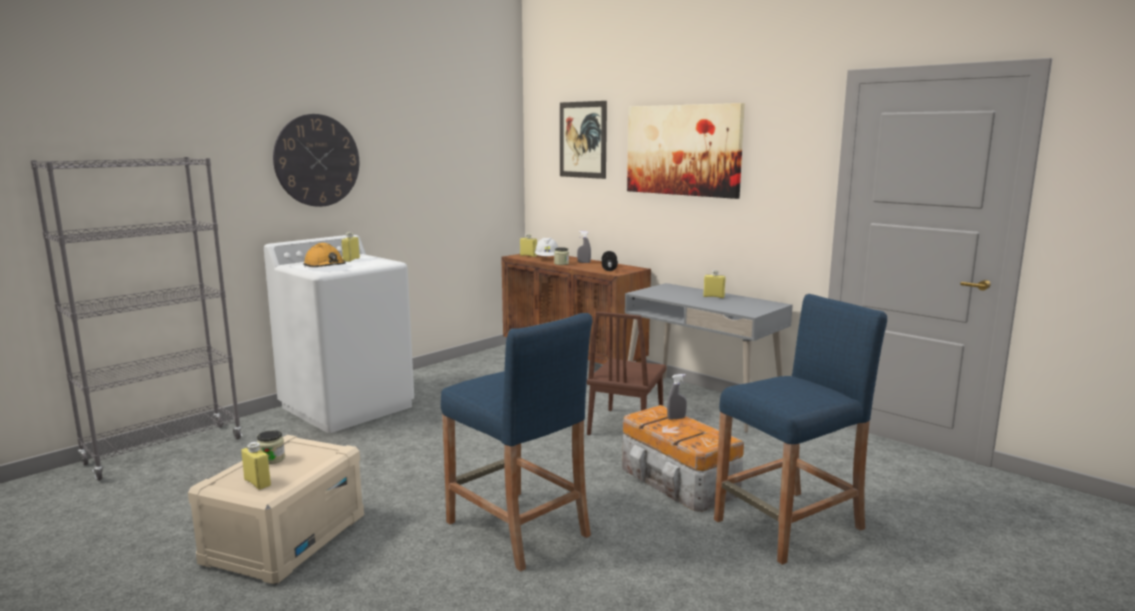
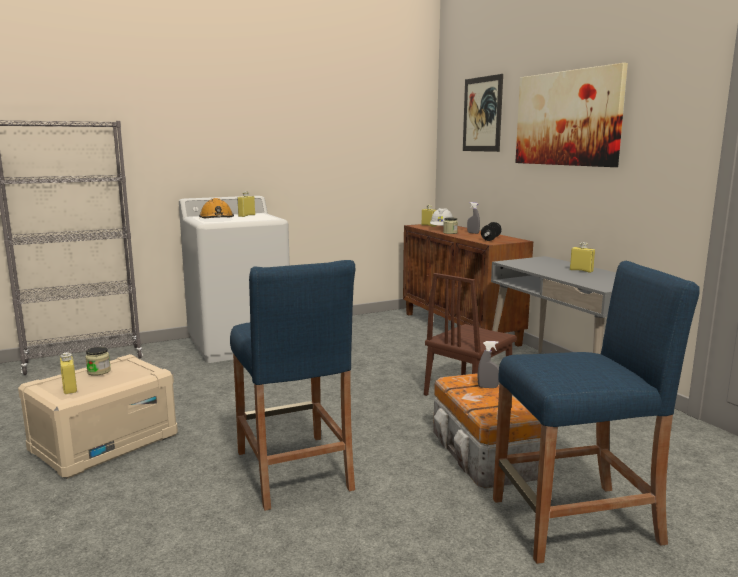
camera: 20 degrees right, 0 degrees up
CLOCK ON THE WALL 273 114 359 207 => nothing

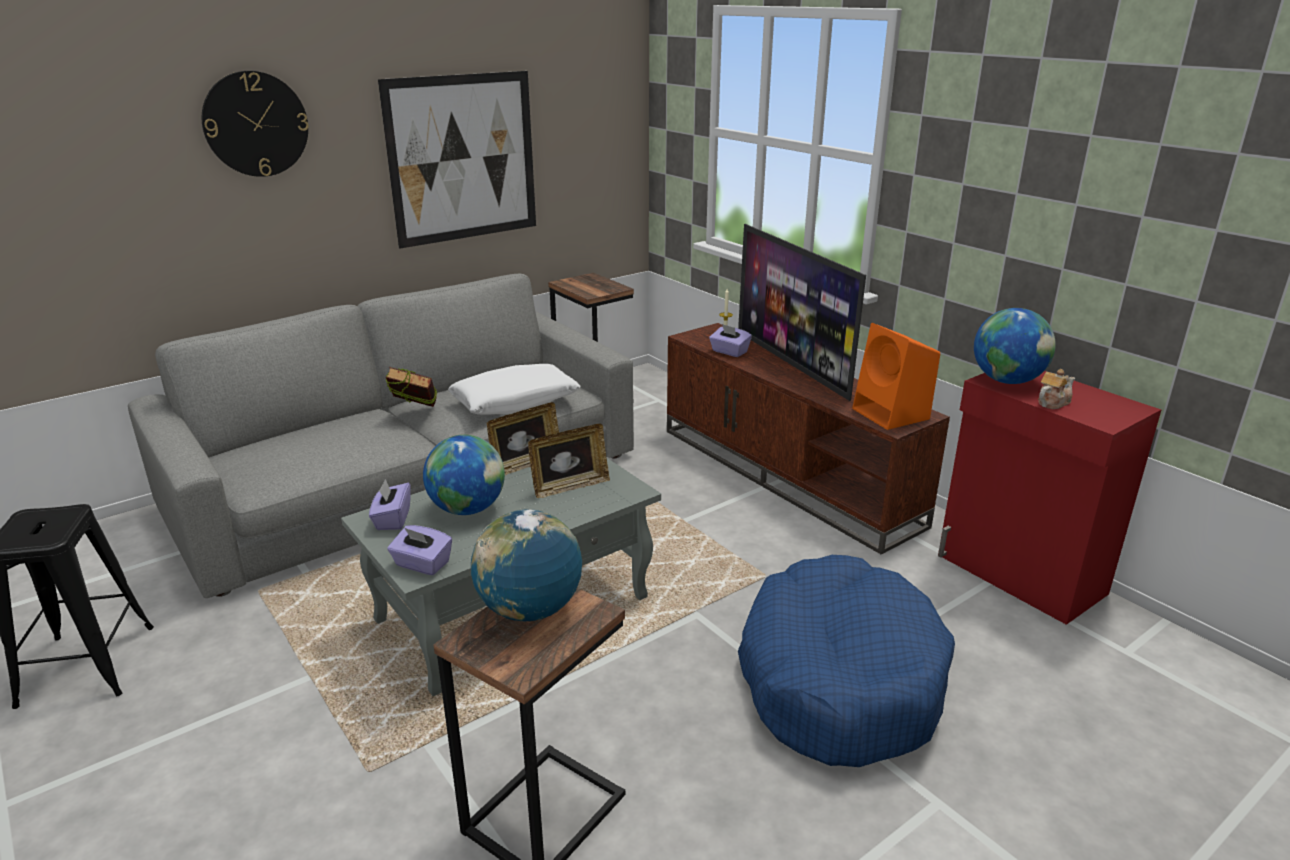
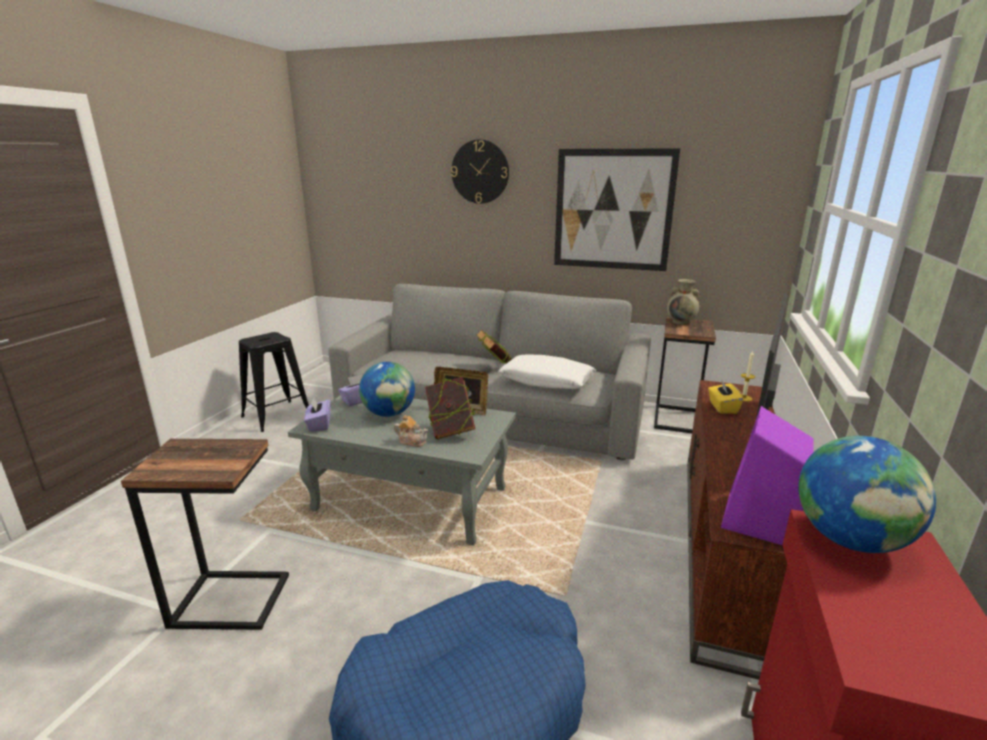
camera: 55 degrees right, 5 degrees down
WORLD GLOBE 471 510 582 621 => nothing
STANDING FRAME 528 424 610 498 => BOOK 425 377 475 439
PURPLISH TISSUE HOLDER 709 324 752 357 => YELLOWISH TISSUE HOLDER 708 379 743 414
ORANGE LOUDSPEAKER 852 323 940 430 => PURPLISH LOUDSPEAKER 721 406 814 545
POT FOR TEA 1038 369 1075 409 => POT FOR TEA 394 415 428 447, shifted
nothing => SAND-COLOURED FLOWER VASE 667 279 699 325

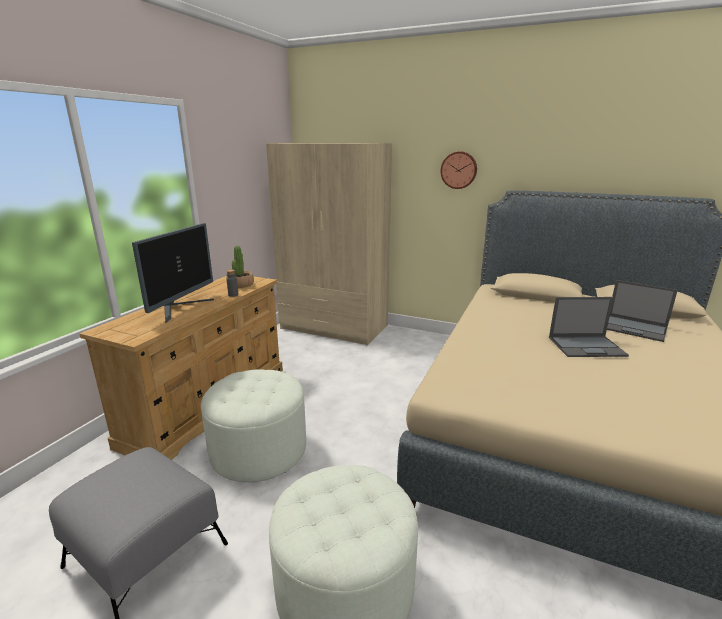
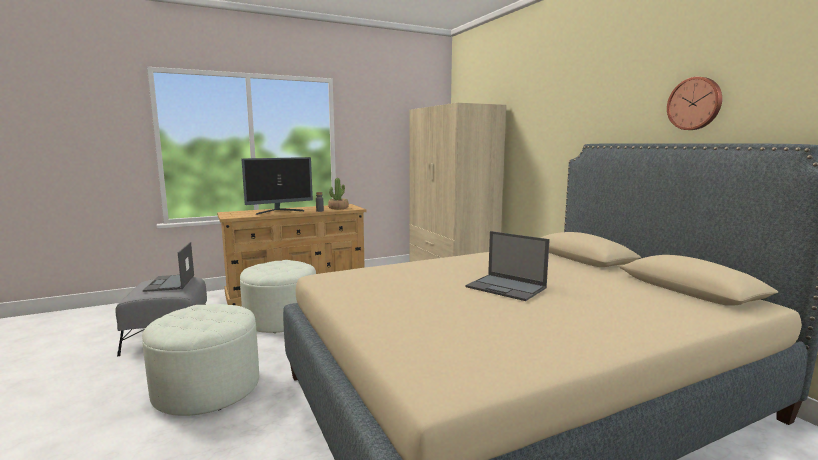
camera: 40 degrees right, 10 degrees down
CLOCK ON THE WALL 441 151 477 189 => CLOCK ON THE WALL 667 77 722 130, shifted
NOTEBOOK COMPUTER 607 280 678 342 => NOTEBOOK COMPUTER 143 242 194 292, shifted

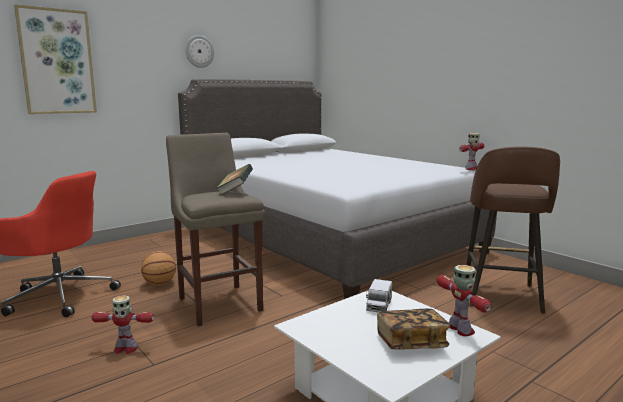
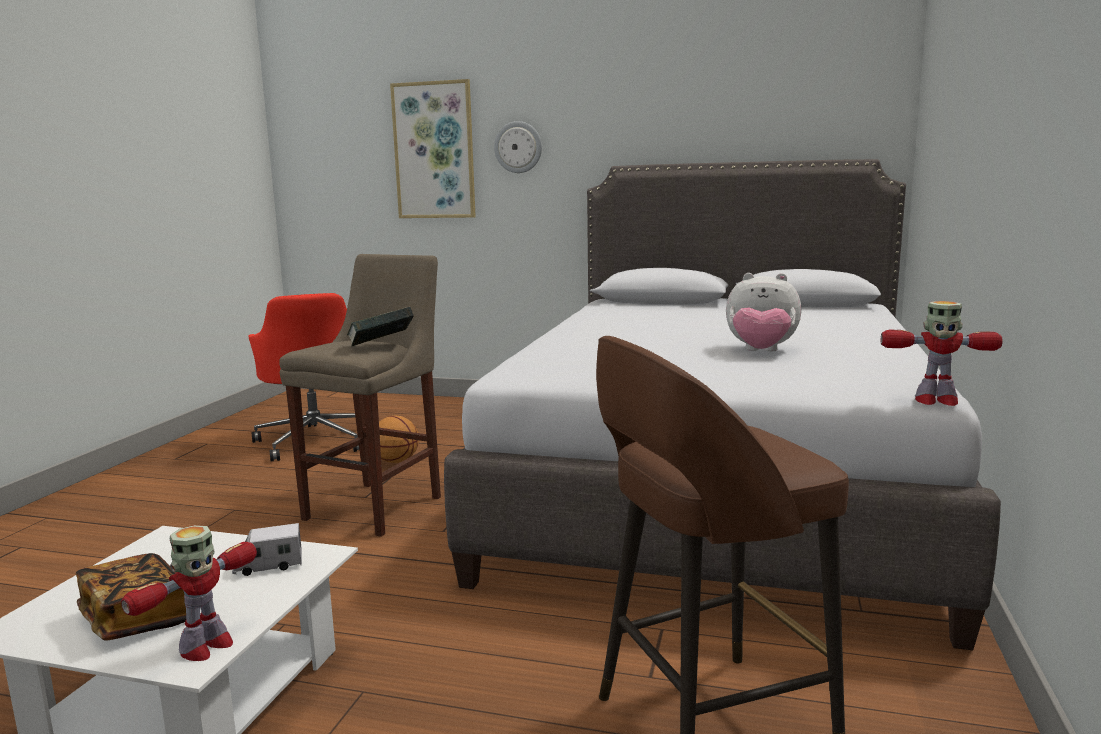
camera: 55 degrees right, 0 degrees up
MODEL ROBOT 92 295 154 354 => nothing
CLOCK ON THE WALL 185 35 214 68 => CLOCK ON THE WALL 494 121 542 173, shifted
nothing => PLUSH TOY 726 273 801 351

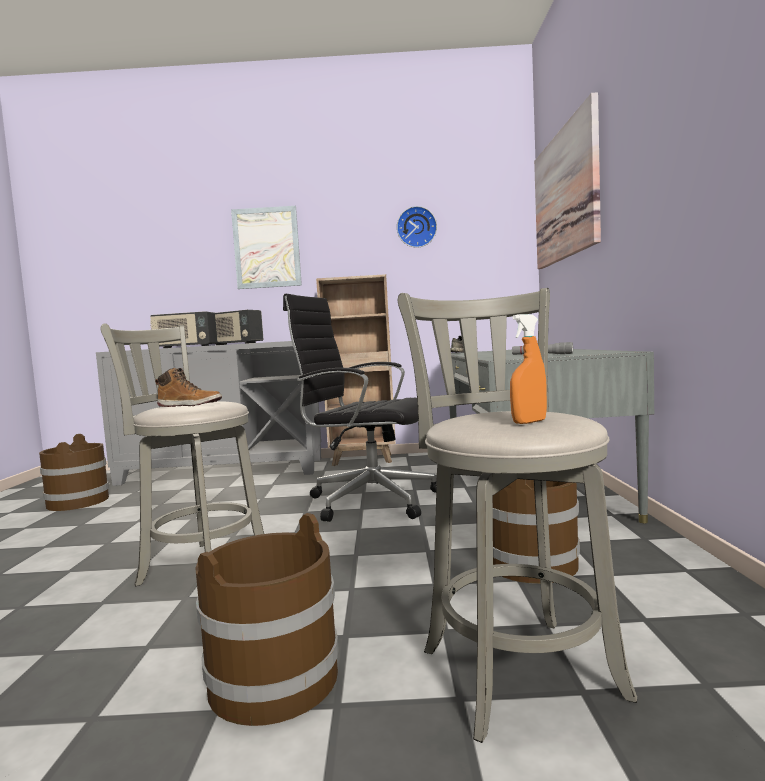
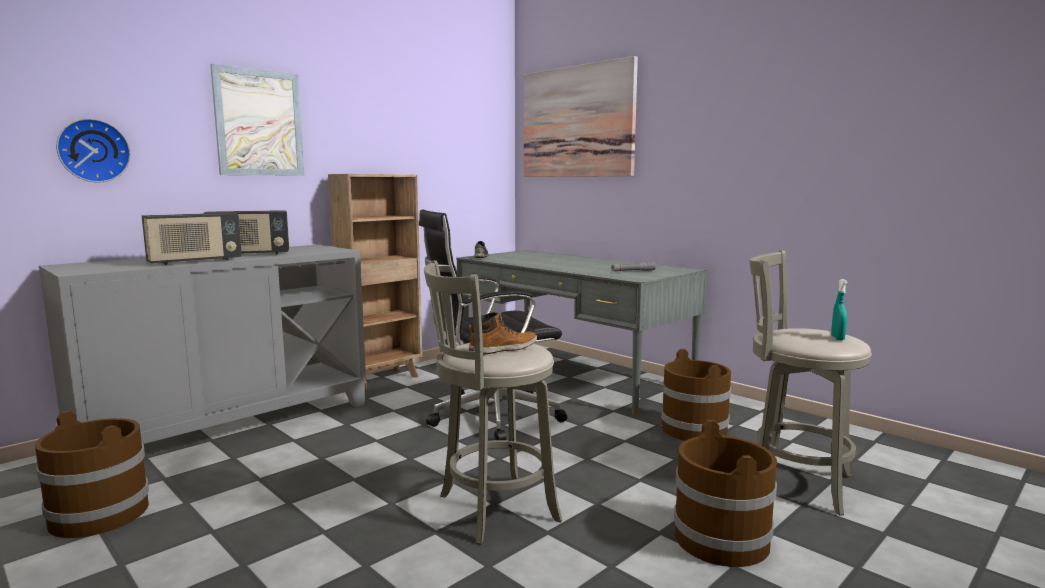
camera: 45 degrees left, 5 degrees up
CLOCK ON THE WALL 397 206 437 248 => CLOCK ON THE WALL 56 118 131 183, shifted
ORANGE SPRAY BOTTLE 510 314 547 424 => TURQUOISE-COLOURED SPRAY BOTTLE 831 279 848 340

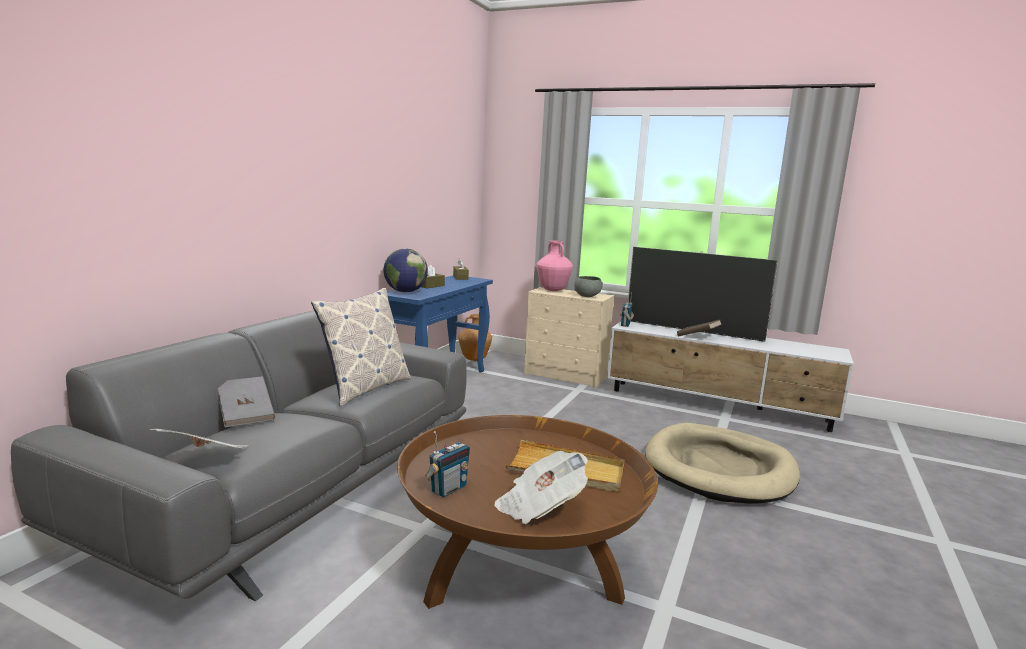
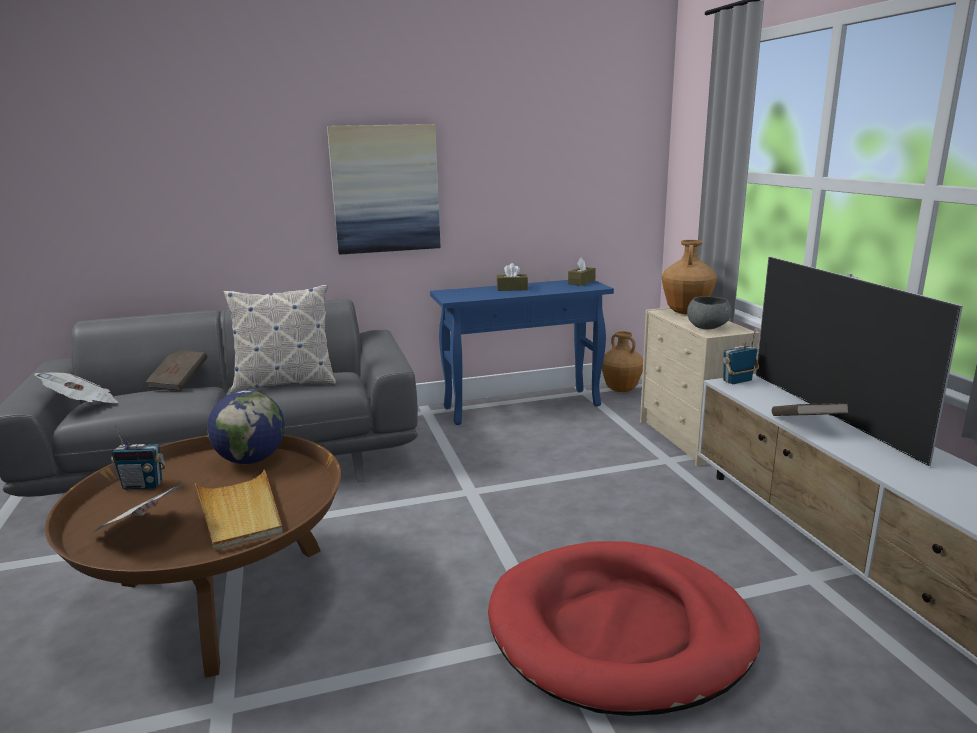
camera: 50 degrees right, 5 degrees up
GRAY BOOK 218 376 275 428 => BROWNISH BOOK 145 350 207 391
WORLD GLOBE 383 248 428 293 => WORLD GLOBE 207 390 285 464, shifted
PINK-COLOURED FLOWER VASE 536 241 573 291 => BROWNISH FLOWER VASE 662 240 717 314
SAND-COLOURED DOG CUSHION 645 423 800 503 => RED-COLOURED DOG CUSHION 488 541 760 716
nothing => WALL ART 327 124 441 255

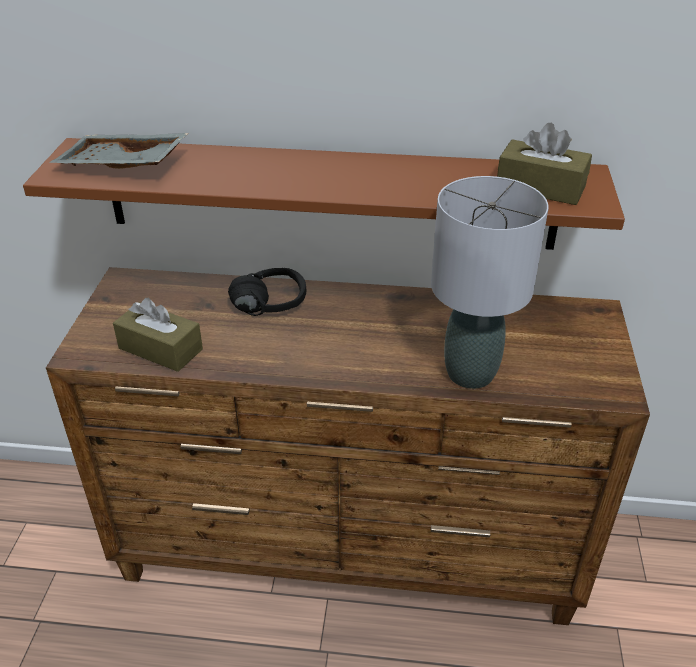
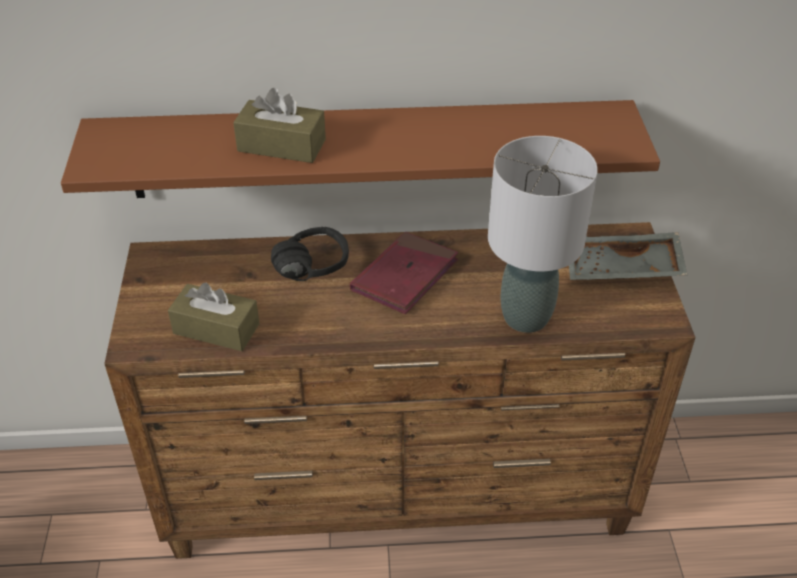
camera: 10 degrees left, 5 degrees up
GRAY SERVING TRAY 49 133 188 169 => GRAY SERVING TRAY 569 232 687 280, shifted
BROWNISH TISSUE HOLDER 497 123 592 205 => BROWNISH TISSUE HOLDER 233 88 326 163, shifted
nothing => RED-COLOURED BOOK 350 232 458 314

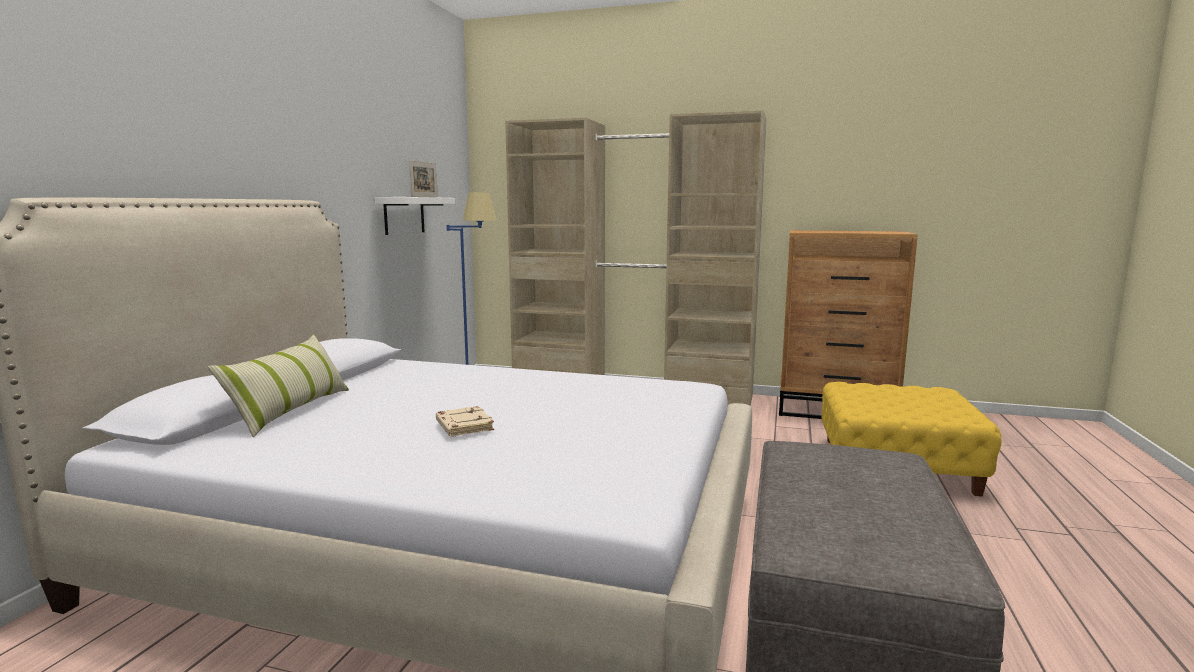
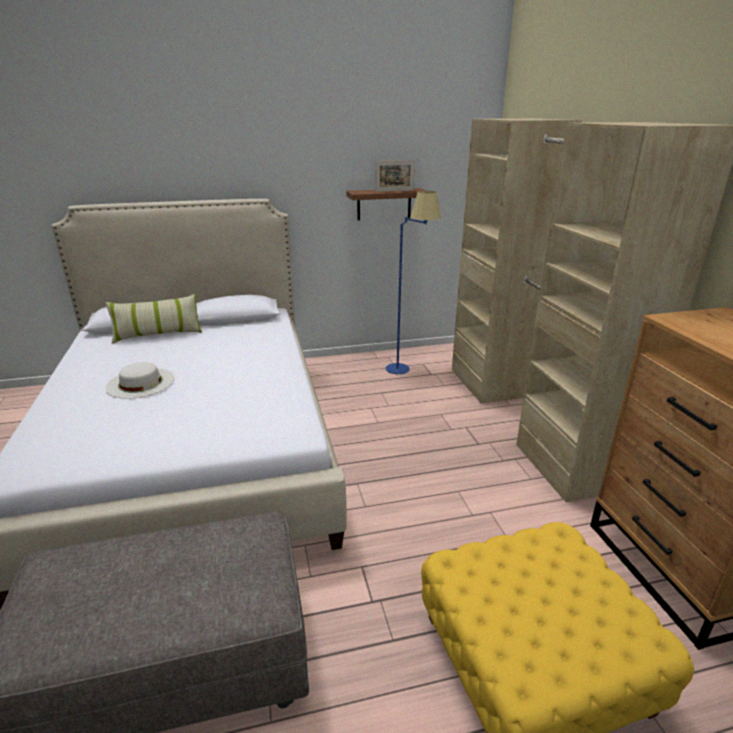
camera: 60 degrees right, 15 degrees up
WHITE-COLOURED WALL SHELF 375 197 455 235 => BROWNISH WALL SHELF 347 188 427 220
SAND-COLOURED BOOK 436 406 494 436 => WHITE-COLOURED CLOTHING HAT 105 362 175 399

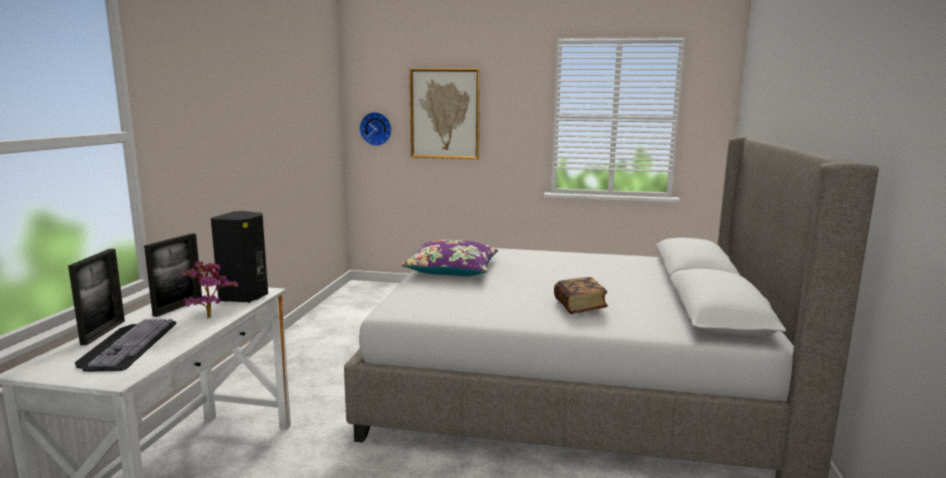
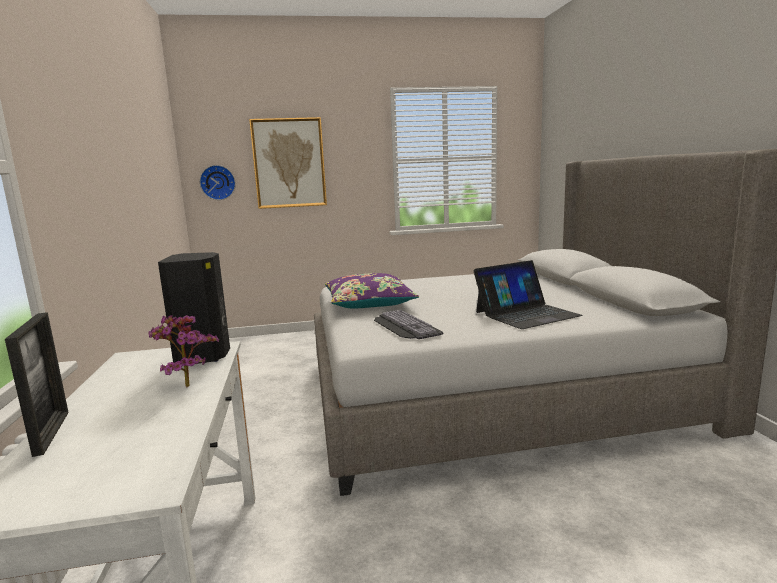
camera: 20 degrees left, 0 degrees up
KEYBOARD 75 319 176 372 => KEYBOARD 374 310 444 339, shifted
STANDING FRAME 144 233 202 317 => nothing
BOOK 554 277 608 314 => NOTEBOOK COMPUTER 473 260 583 329

